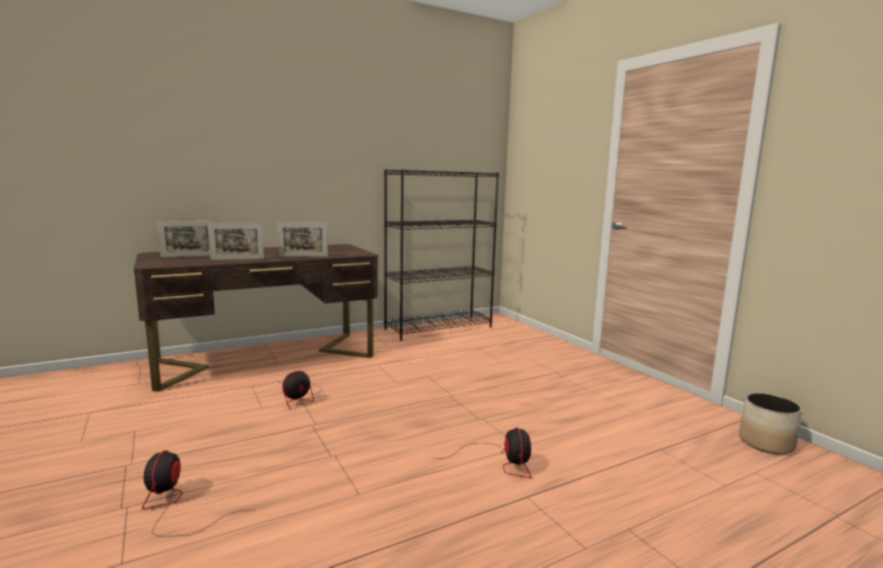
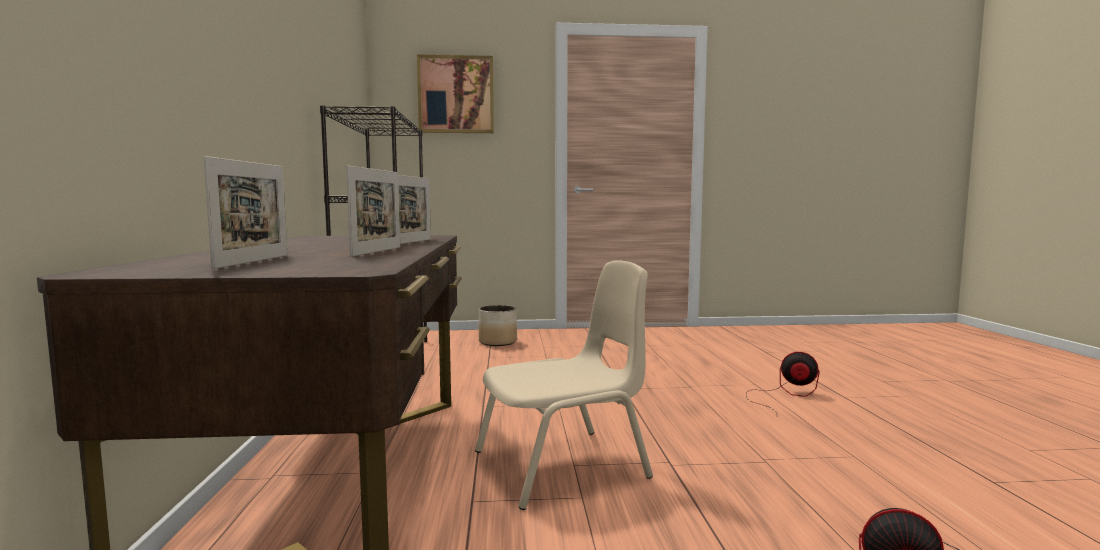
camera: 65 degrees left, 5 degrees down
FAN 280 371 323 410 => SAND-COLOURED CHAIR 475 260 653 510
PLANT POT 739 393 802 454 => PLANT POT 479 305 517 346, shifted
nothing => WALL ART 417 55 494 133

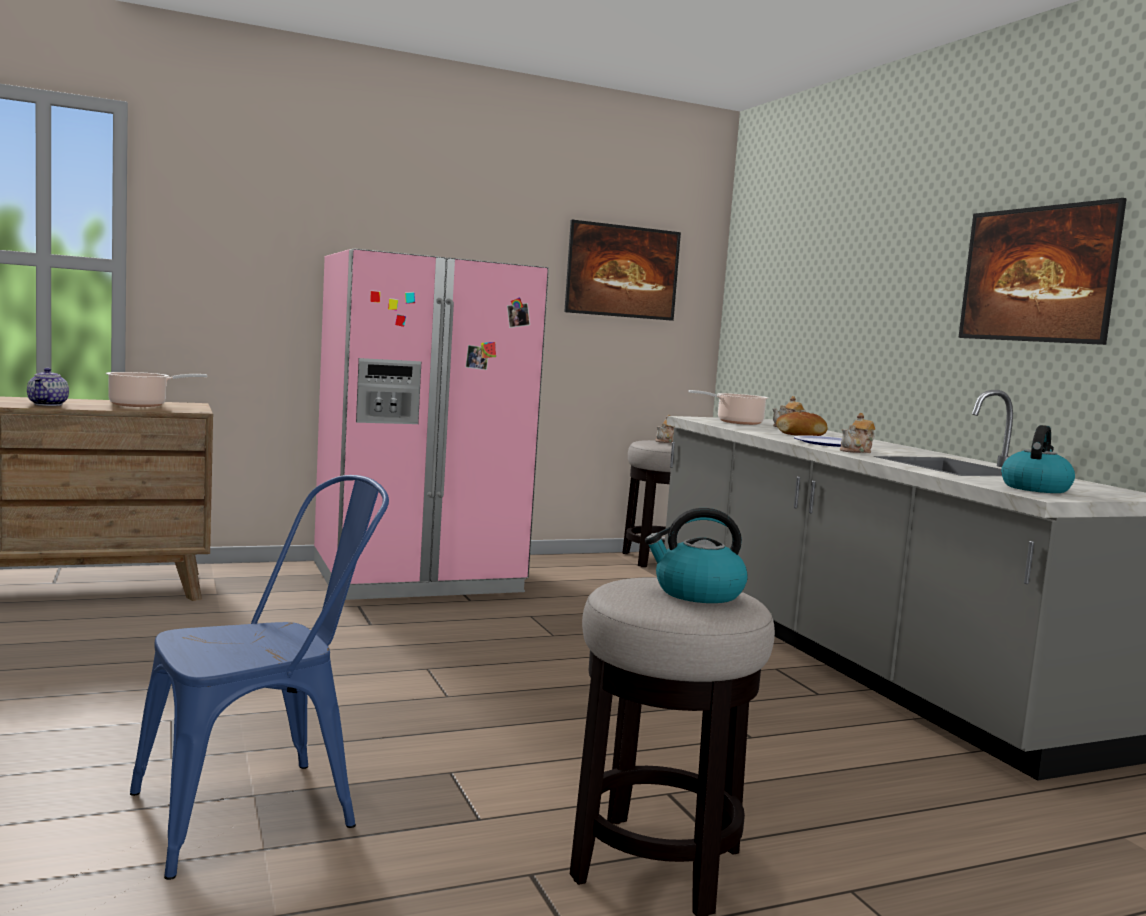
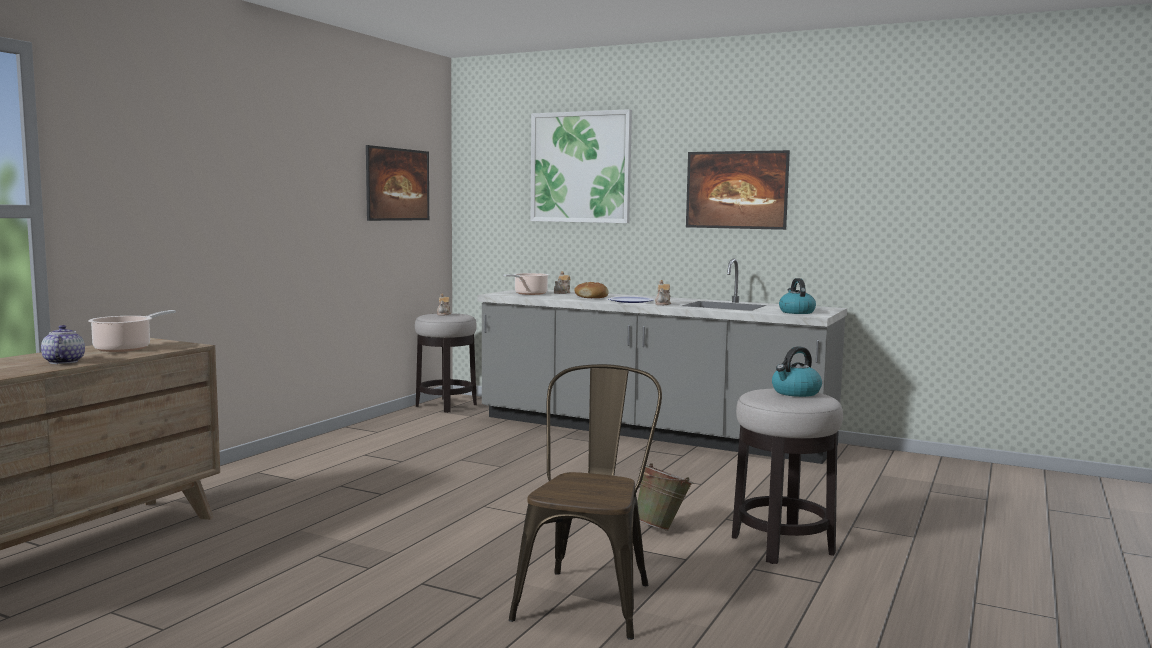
camera: 40 degrees left, 0 degrees up
POT FOR TEA 27 368 69 406 => POT FOR TEA 41 325 85 364, 150 degrees counterclockwise
BLUE CHAIR 130 475 389 880 => BROWNISH CHAIR 509 364 662 640
PINK-COLOURED REFRIGERATOR 314 248 549 600 => nothing
nothing => WALL ART 531 109 632 223
nothing => GREENISH WATER BUCKET 637 463 693 531

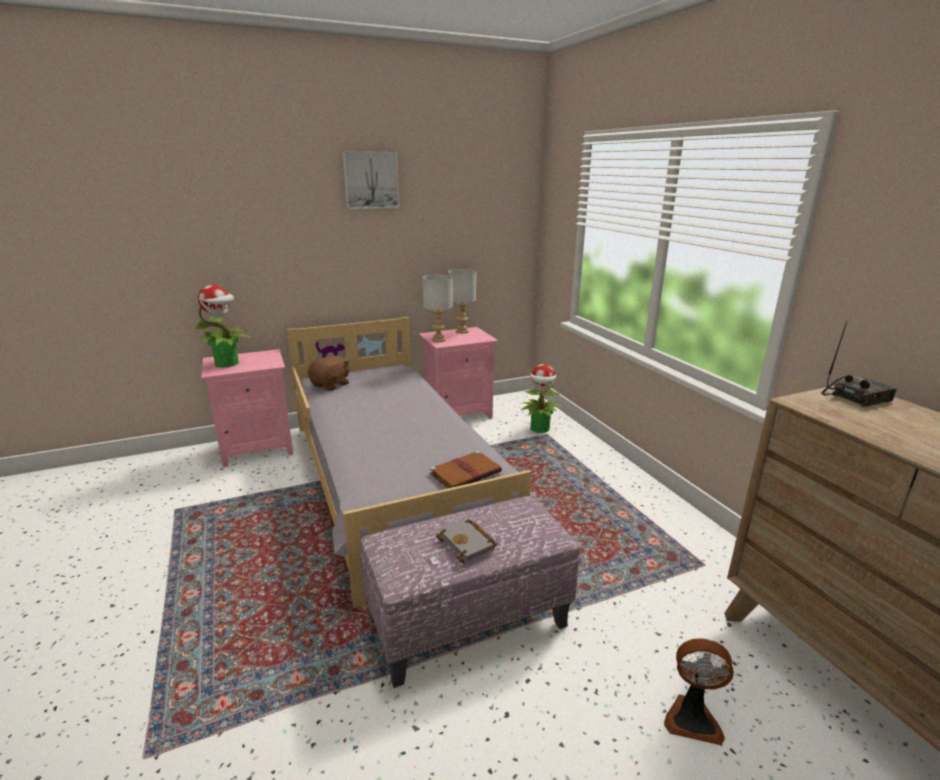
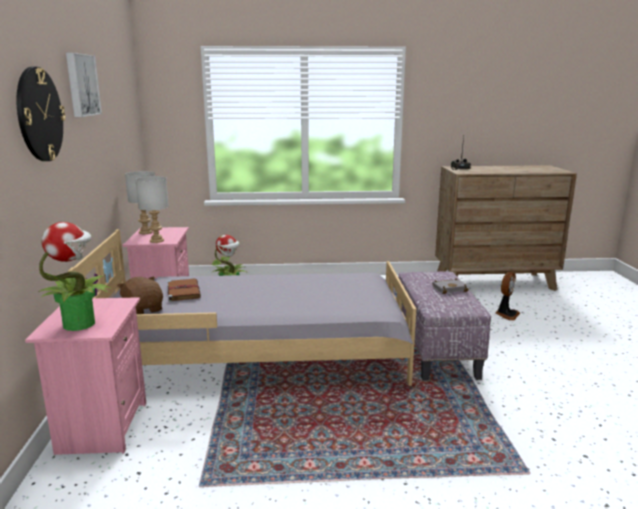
camera: 70 degrees left, 5 degrees down
BROWNISH BOOK 430 451 502 488 => BROWNISH BOOK 167 279 201 302, shifted
nothing => CLOCK ON THE WALL 16 67 66 161

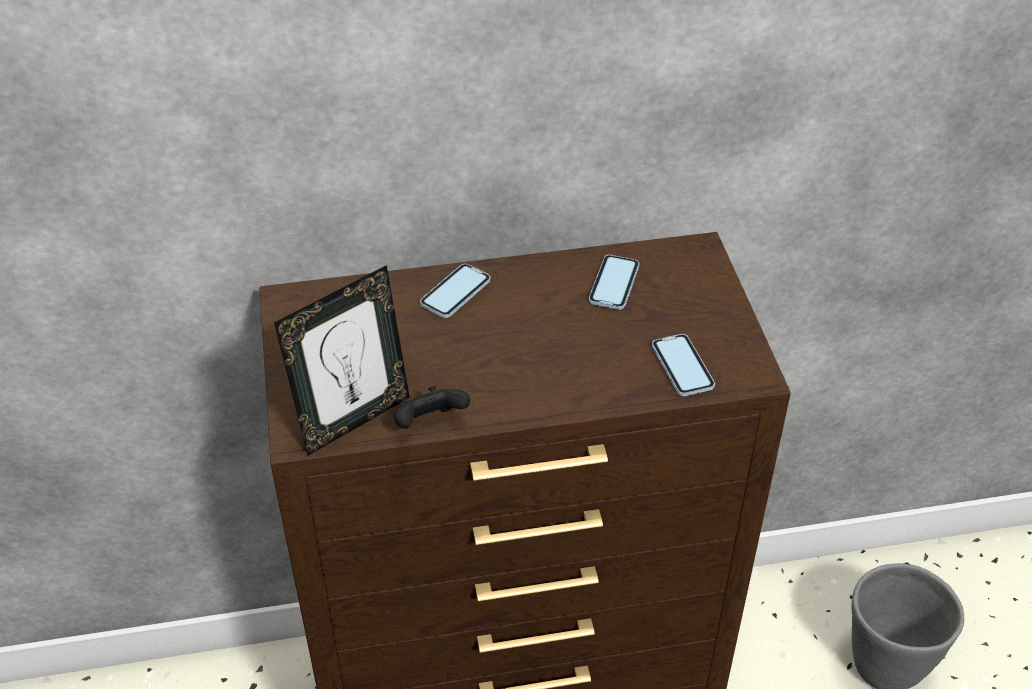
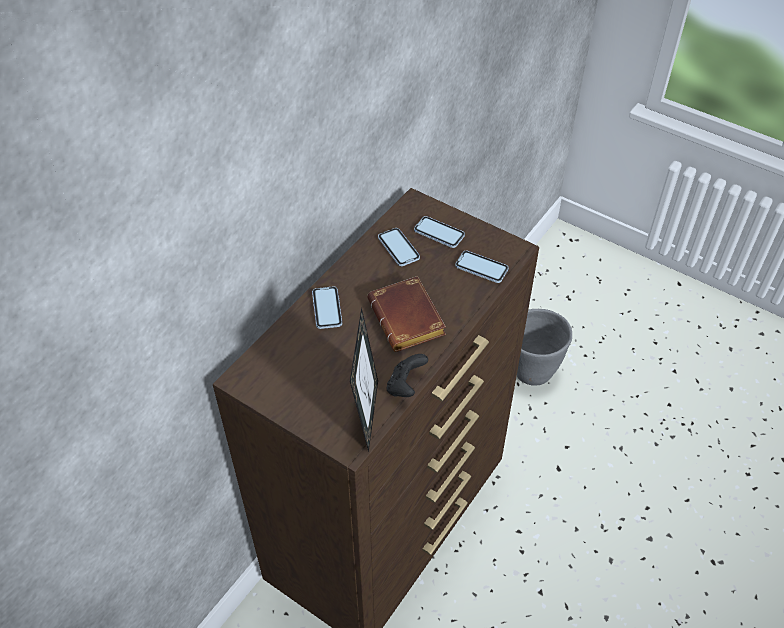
camera: 45 degrees left, 5 degrees up
nothing => BROWNISH BOOK 367 276 446 352
nothing => TELEPHONE 414 216 465 248

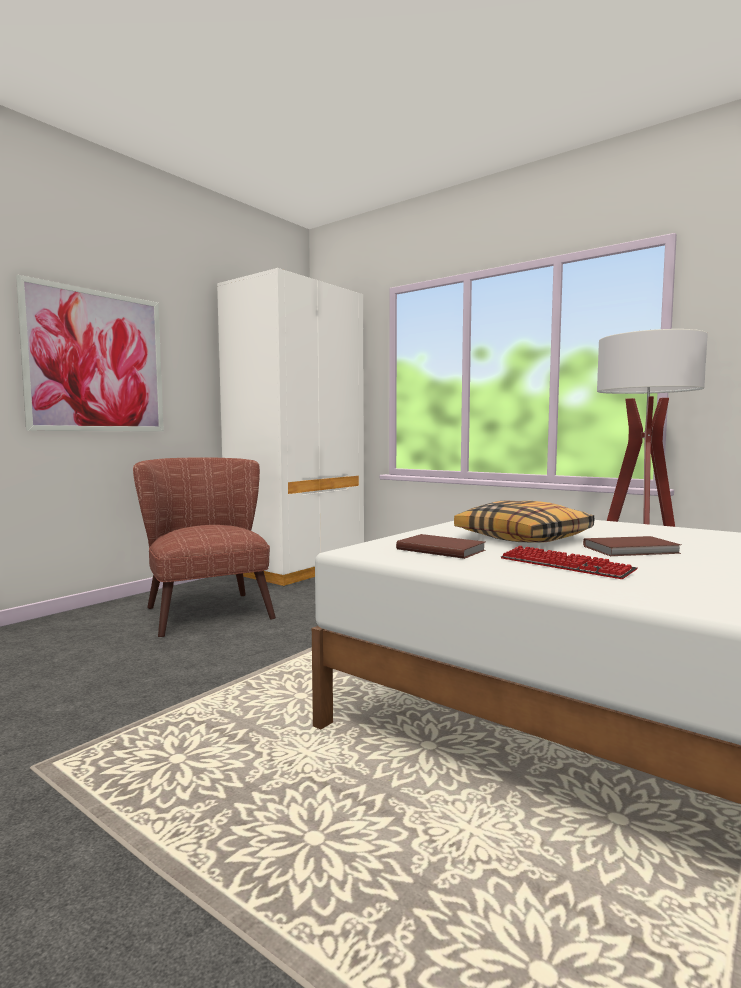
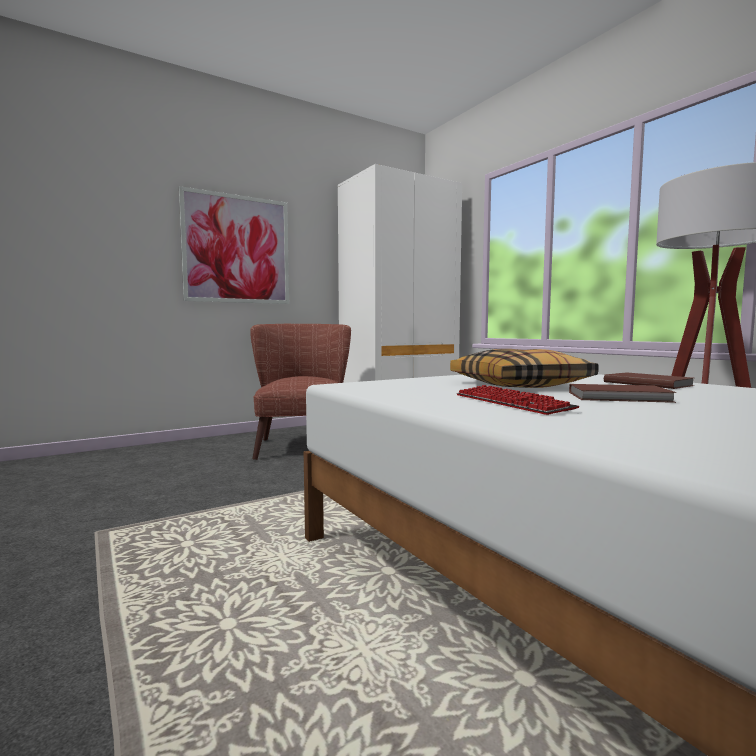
camera: 20 degrees right, 0 degrees up
BROWNISH BOOK 396 534 485 559 => BROWNISH BOOK 604 372 695 389, shifted

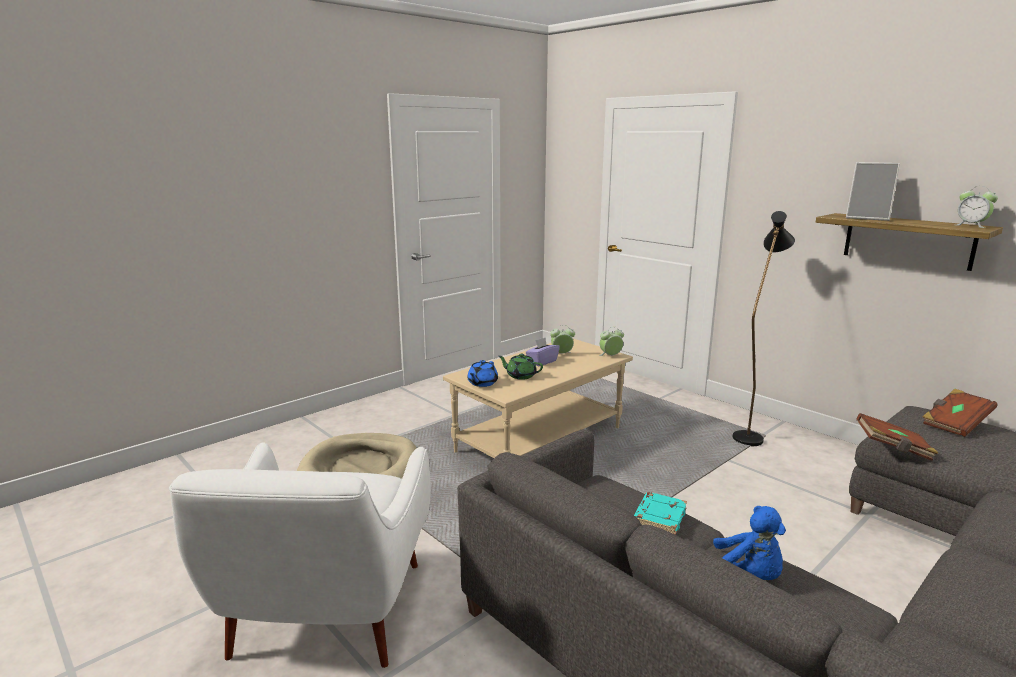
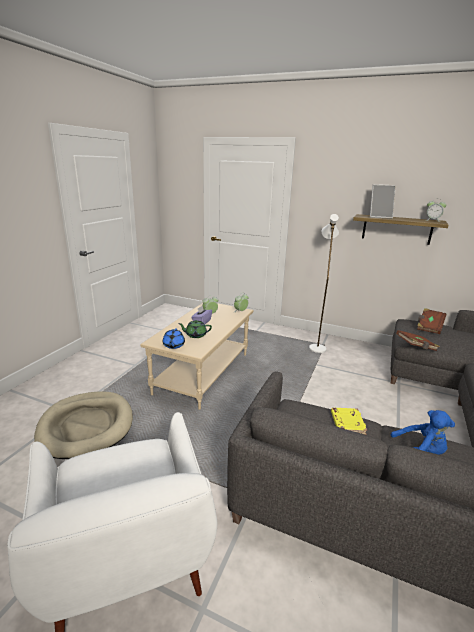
camera: 25 degrees left, 5 degrees up
TURQUOISE-COLOURED BOOK 634 492 687 535 => YELLOWISH BOOK 331 408 367 435
BLACKISH FLOOR LAMP 733 211 795 446 => WHITE-COLOURED FLOOR LAMP 309 214 339 353

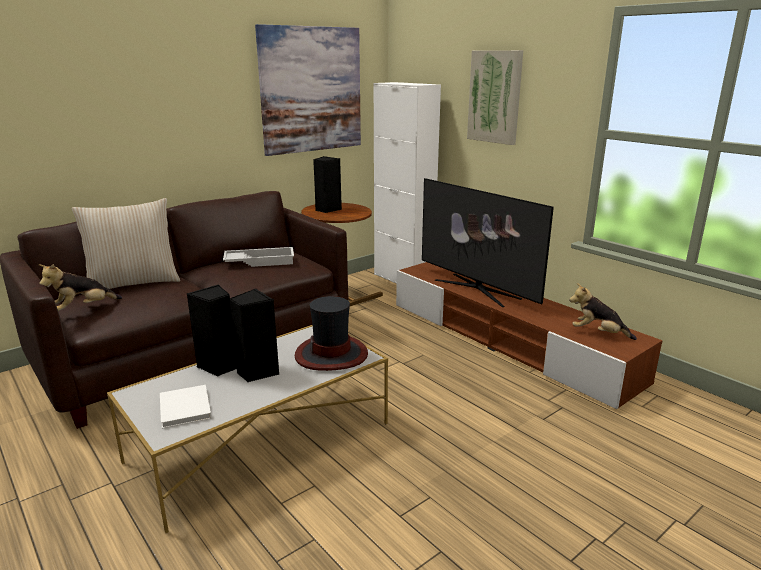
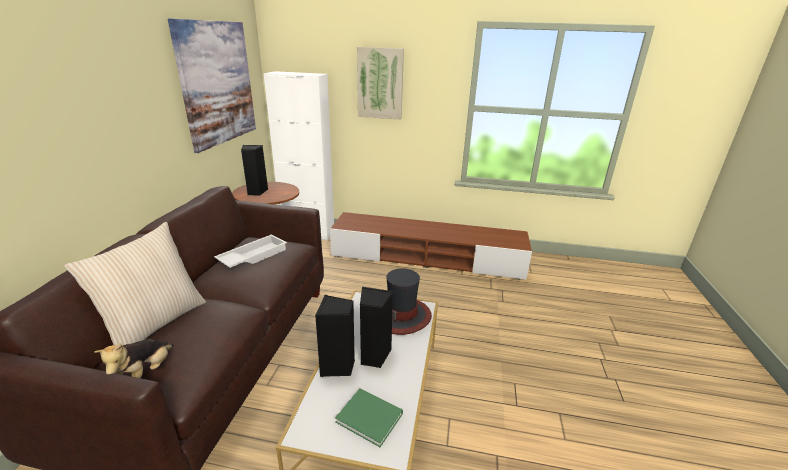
camera: 40 degrees left, 5 degrees up
WHITE-COLOURED BOOK 160 385 212 429 => GREENISH BOOK 335 388 403 447
TELEVISION 422 178 554 307 => nothing
PLUSH TOY 569 283 637 340 => nothing

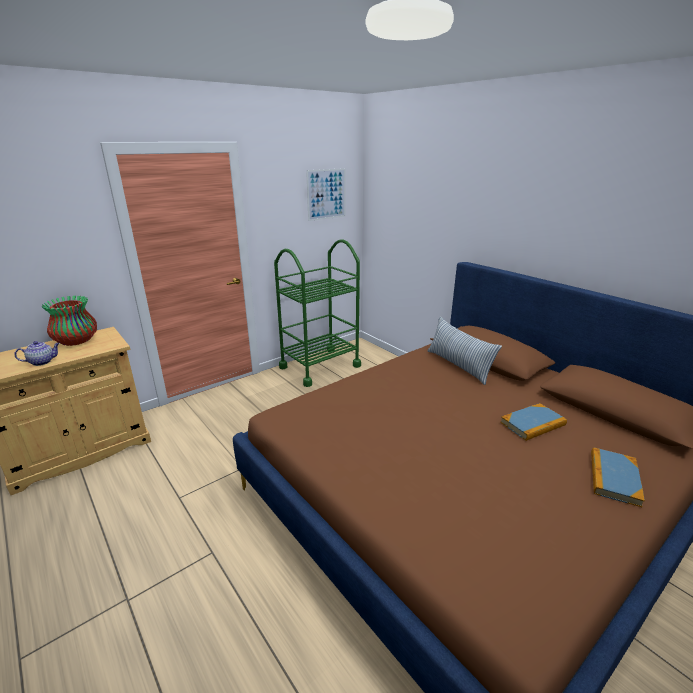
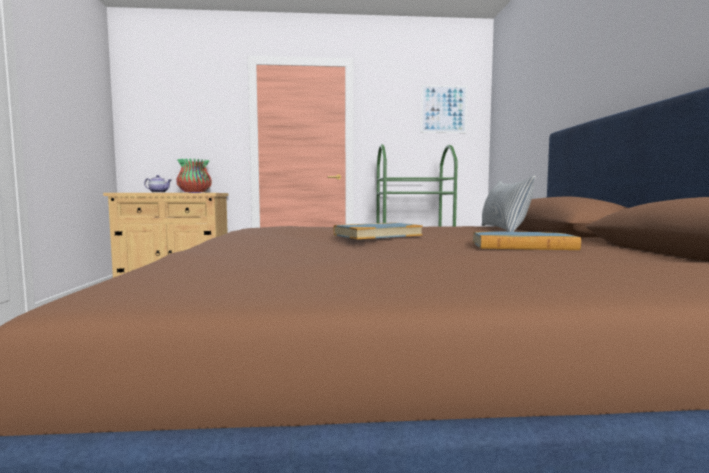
camera: 35 degrees right, 20 degrees down
BOOK 591 448 645 507 => BOOK 334 223 423 239, shifted

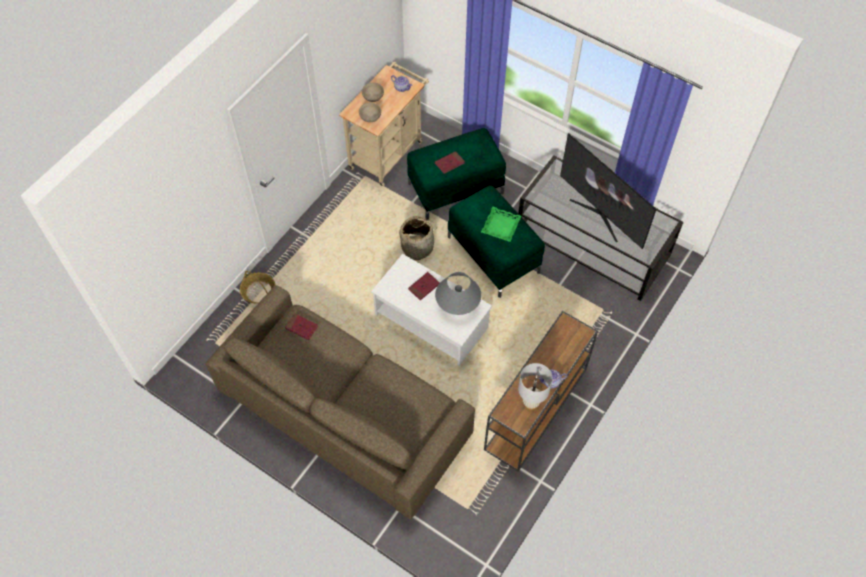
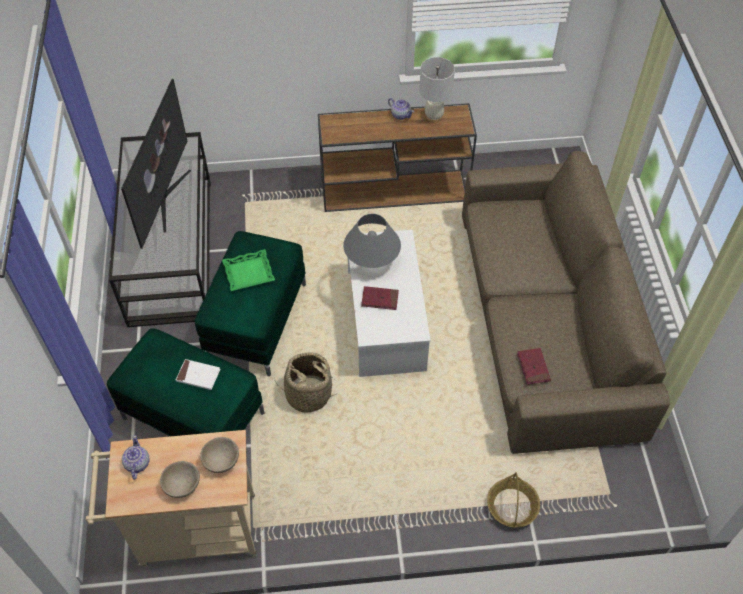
camera: 130 degrees left, 5 degrees down
RED-COLOURED BOOK 435 151 465 174 => WHITE-COLOURED BOOK 176 359 220 390

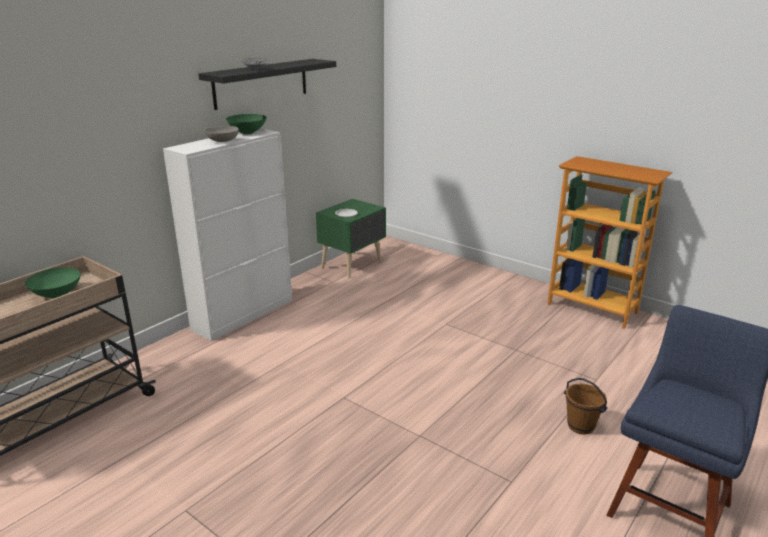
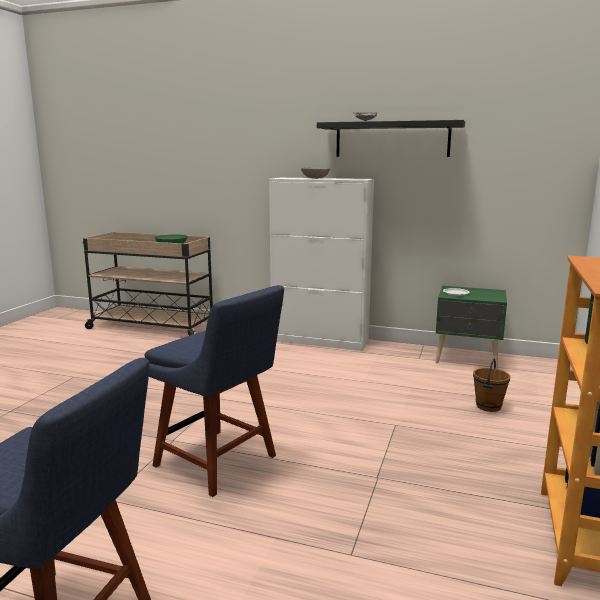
camera: 70 degrees right, 10 degrees down
GREENISH BOWL 226 114 266 134 => nothing
BROWNISH WATER BUCKET 564 378 608 435 => BROWNISH WATER BUCKET 473 358 510 412, shifted
nothing => BLUE CHAIR 145 285 284 497

